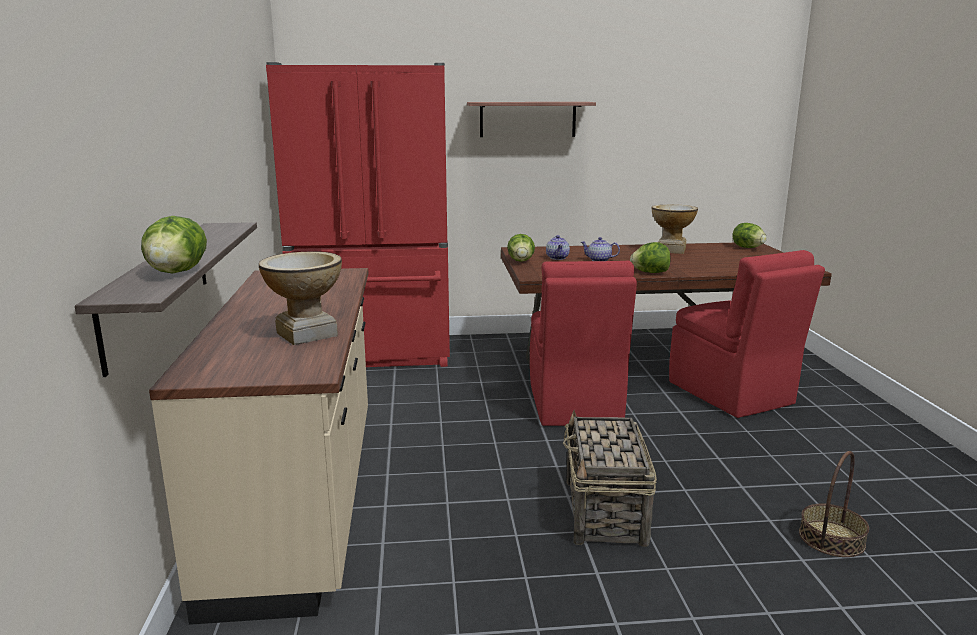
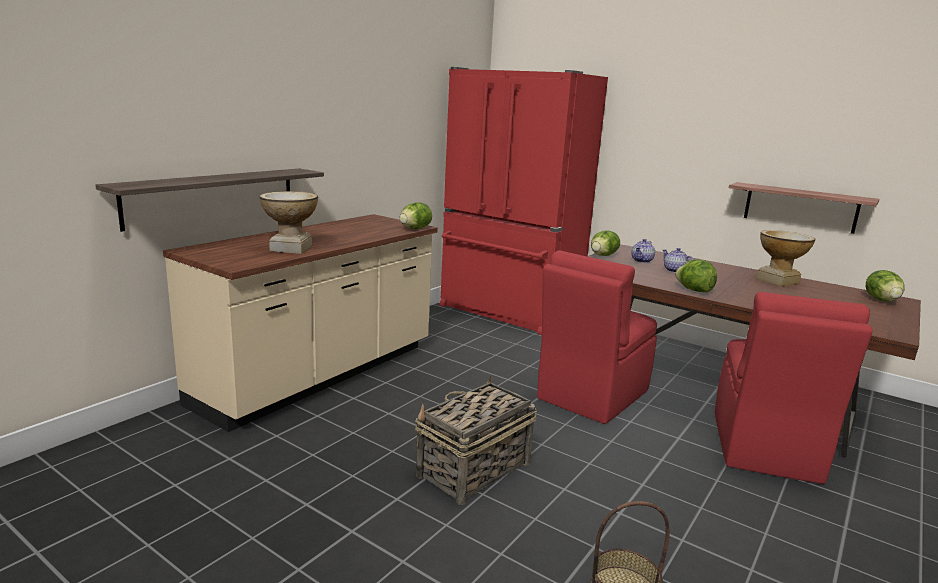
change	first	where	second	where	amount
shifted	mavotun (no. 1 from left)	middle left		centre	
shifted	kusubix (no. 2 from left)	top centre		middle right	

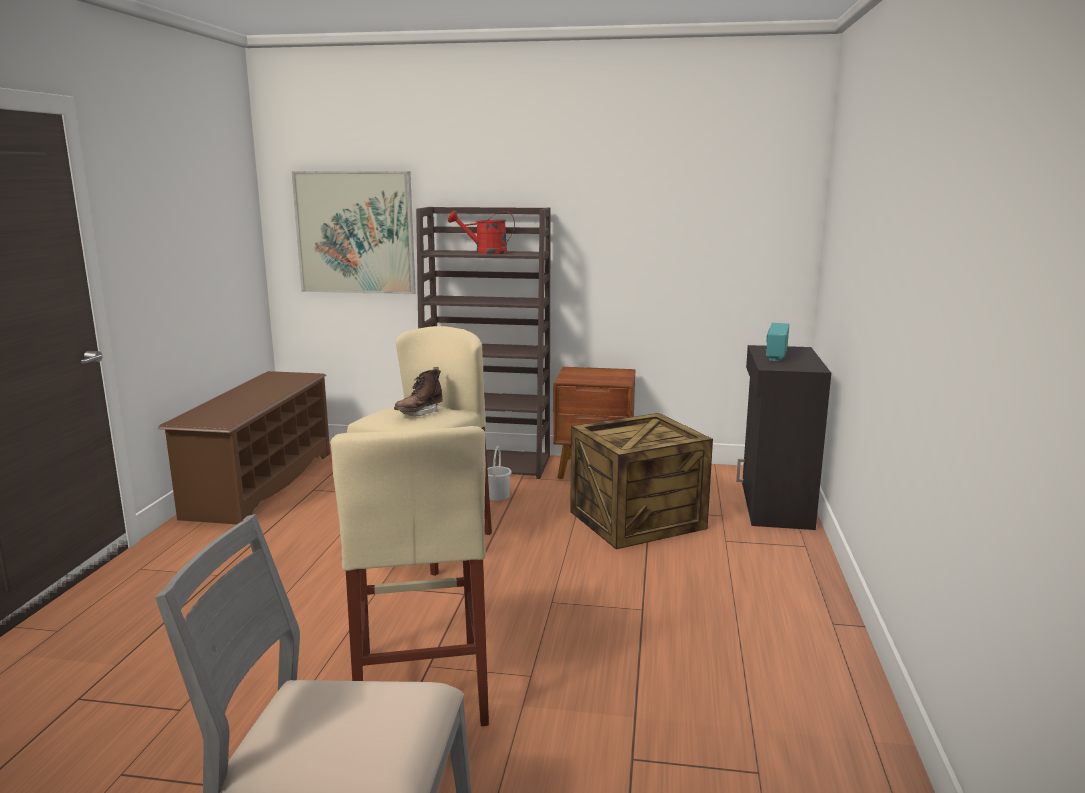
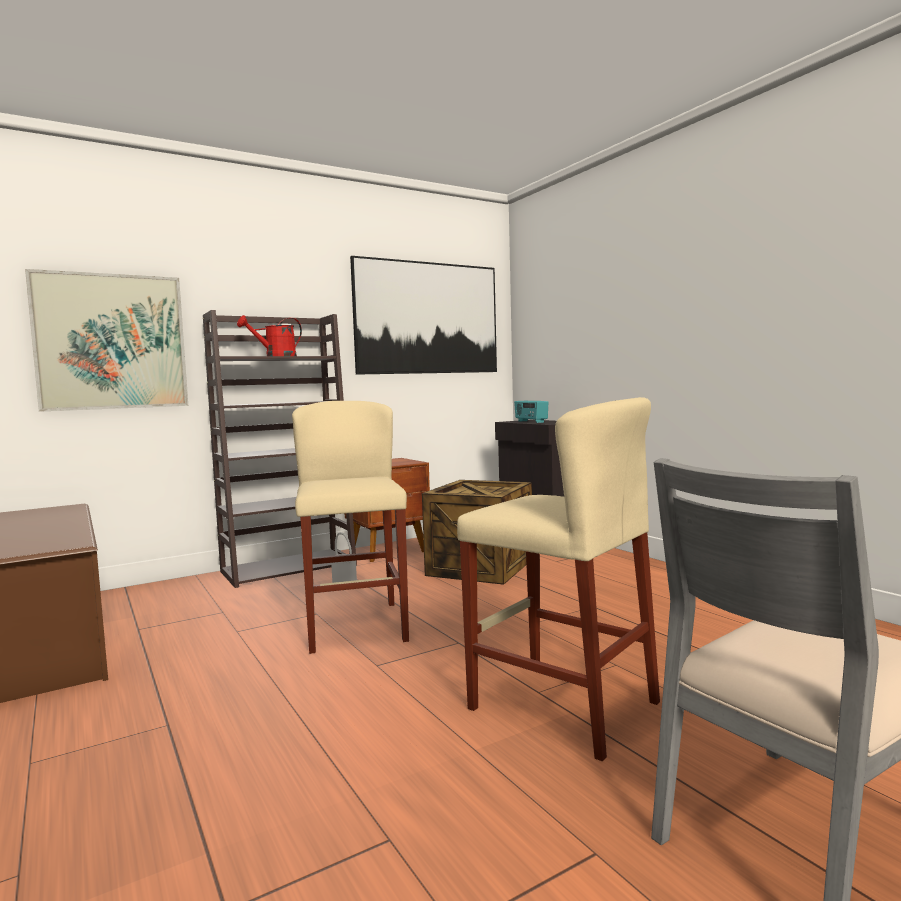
change	first	where	second	where	amount
new			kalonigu (no. 2 from left)	centre	
gone	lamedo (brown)	centre			

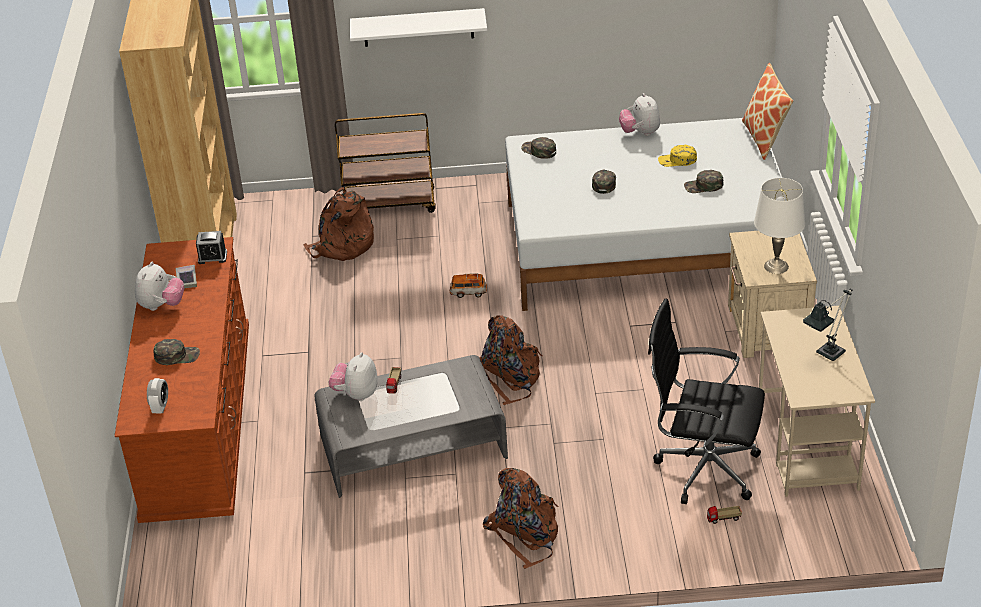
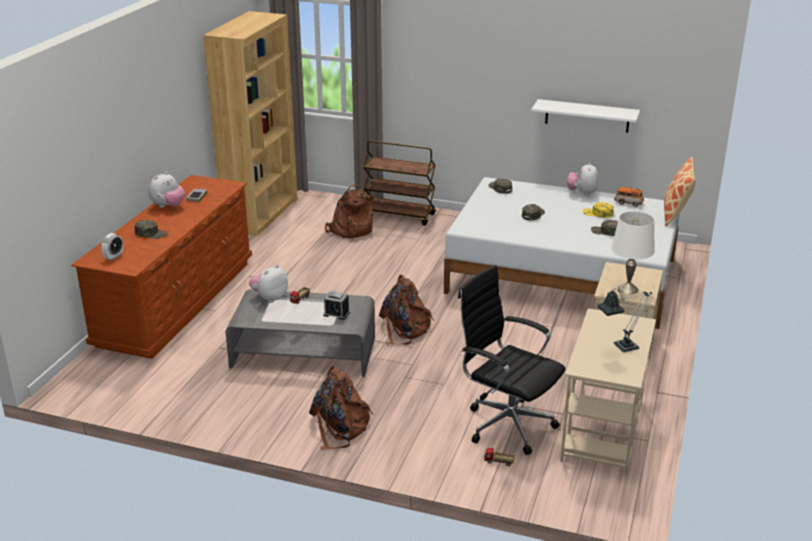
change	first	where	second	where	amount
shifted	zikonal (no. 2 from left)	middle left		centre	
shifted	kusubix (white)	top centre		top right	
shifted	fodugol	centre		middle right	

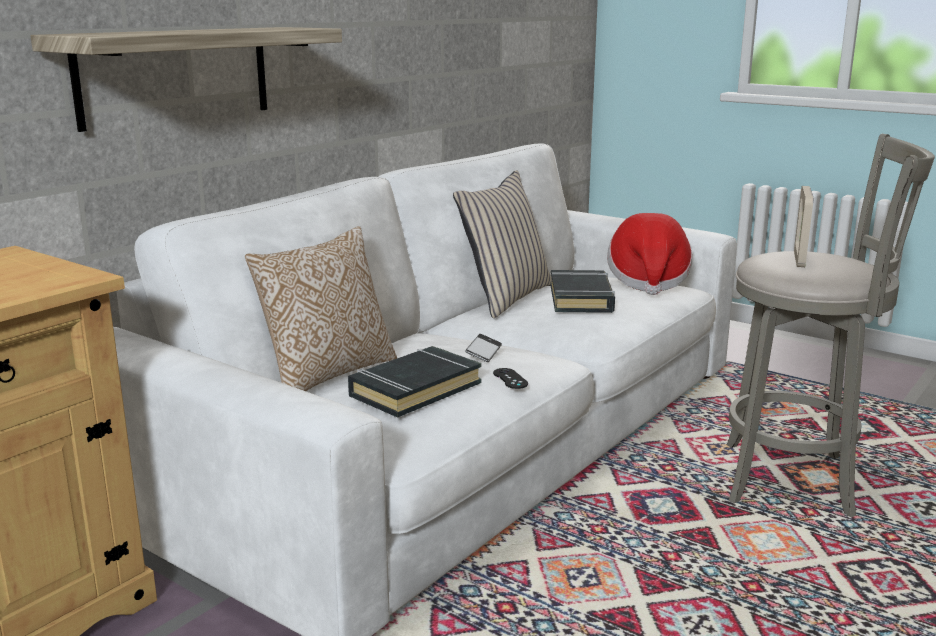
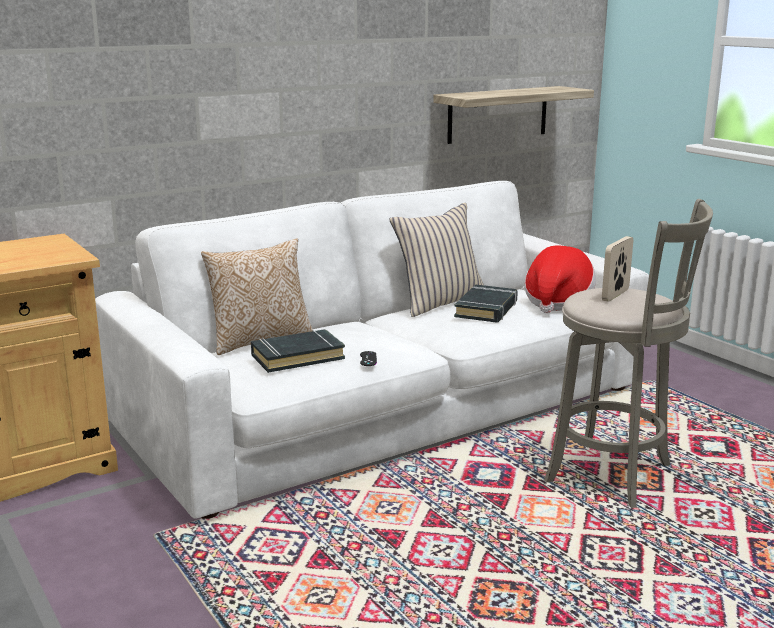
change	first	where	second	where	amount
shifted	kusubix	top left		top centre	
gone	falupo	centre			

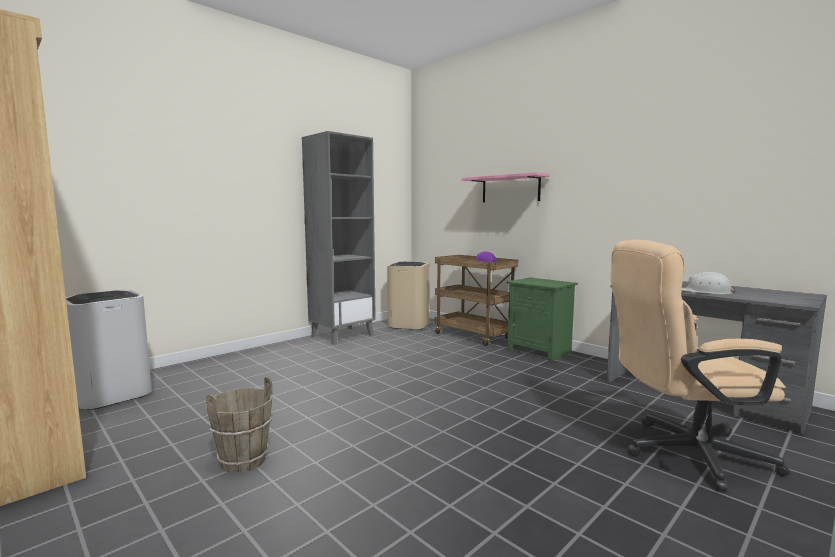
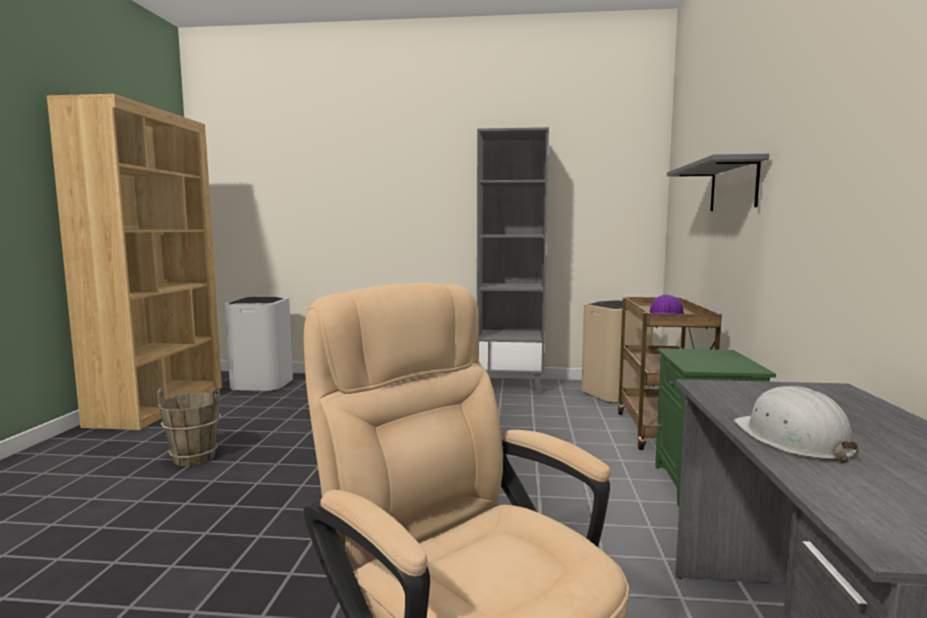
change	first	where	second	where	amount
repainted	kusubix (pink)	centre	kusubix (grey)	top right	

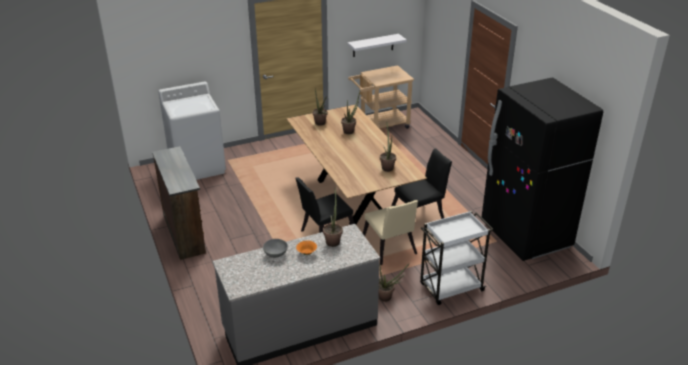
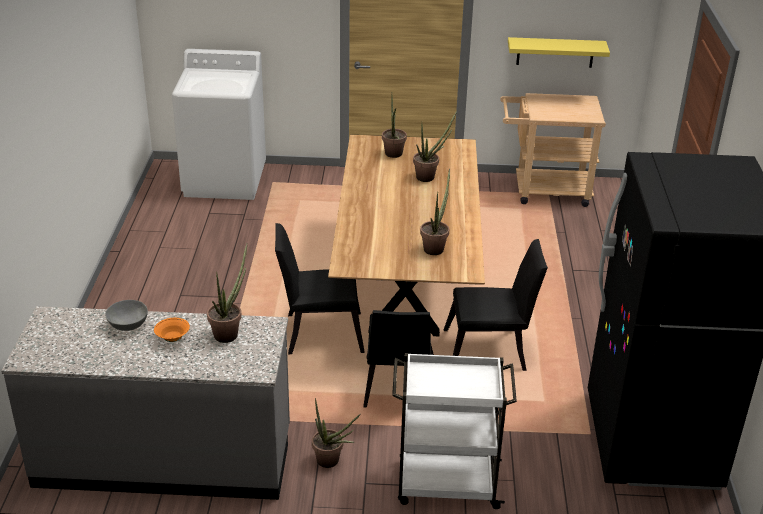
change	first	where	second	where	amount
repainted	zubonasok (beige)	centre	zubonasok (black) (no. 2 from left)	bottom centre	
repainted	kusubix (white)	top centre	kusubix (yellow)	top right	
gone	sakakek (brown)	middle left			

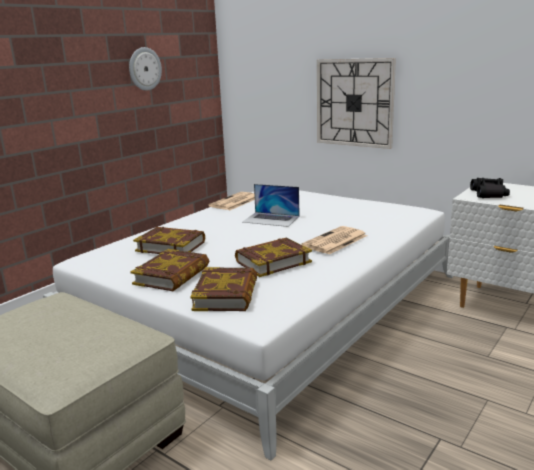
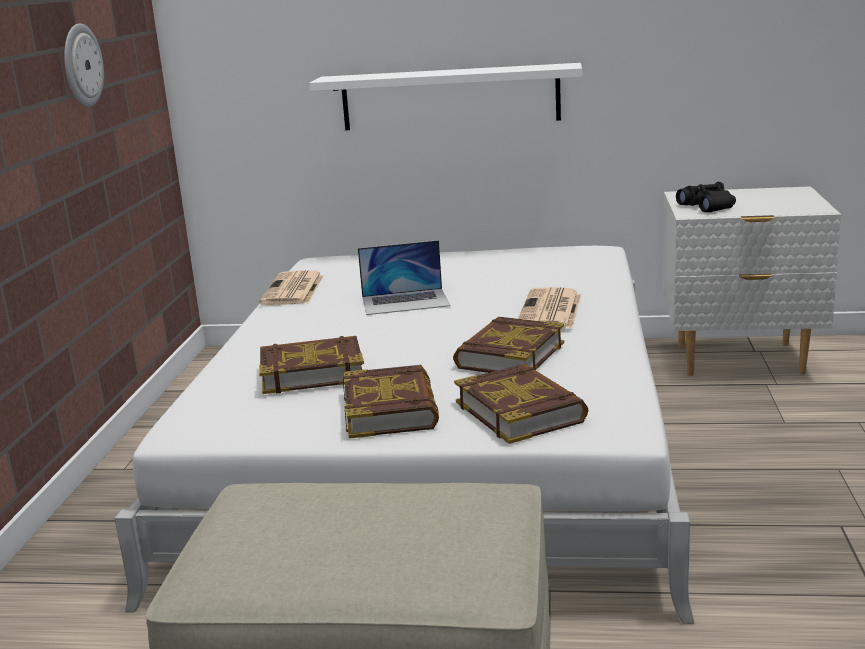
change	first	where	second	where	amount
swapped	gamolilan (no. 2 from left)	top right	kusubix (white)	top centre	

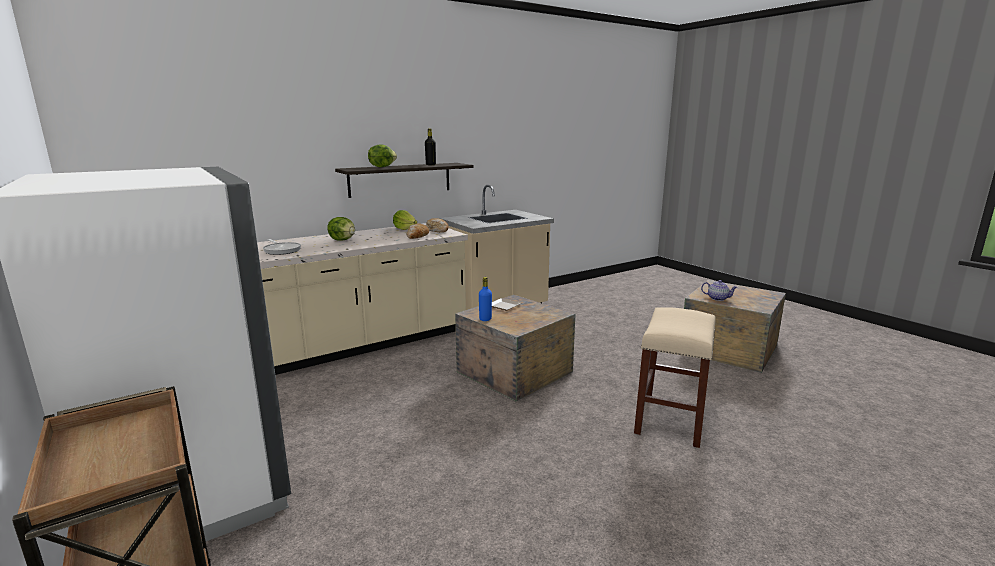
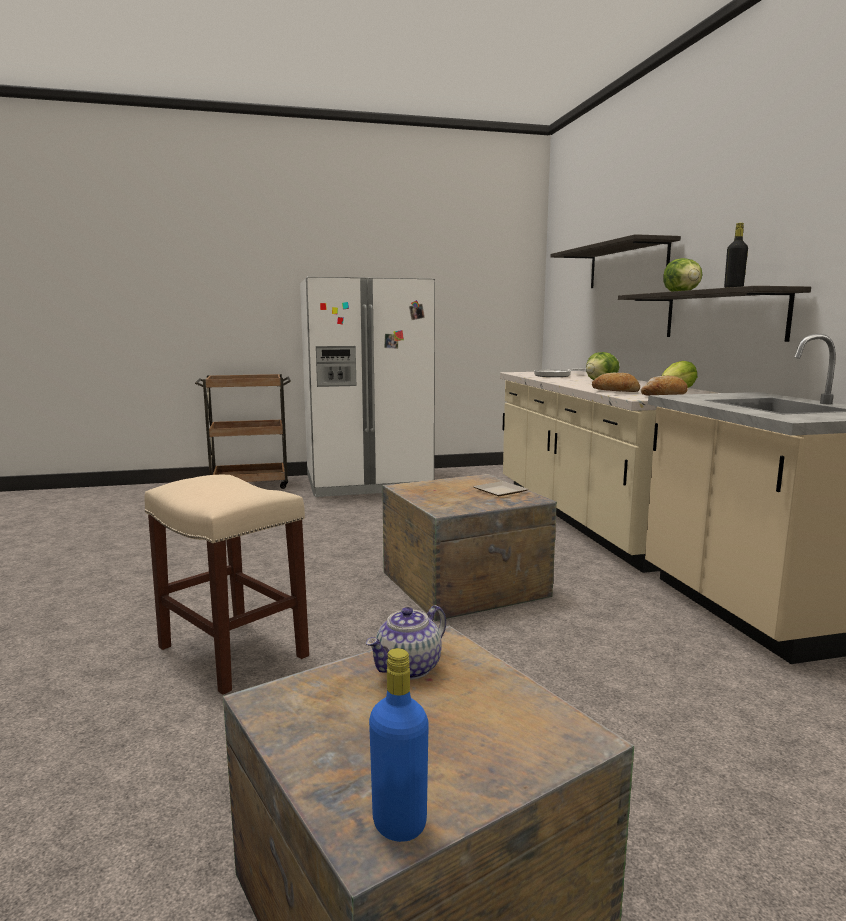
change	first	where	second	where	amount
shifted	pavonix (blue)	centre		bottom centre	
new			kusubix (no. 1 from left)	top right	

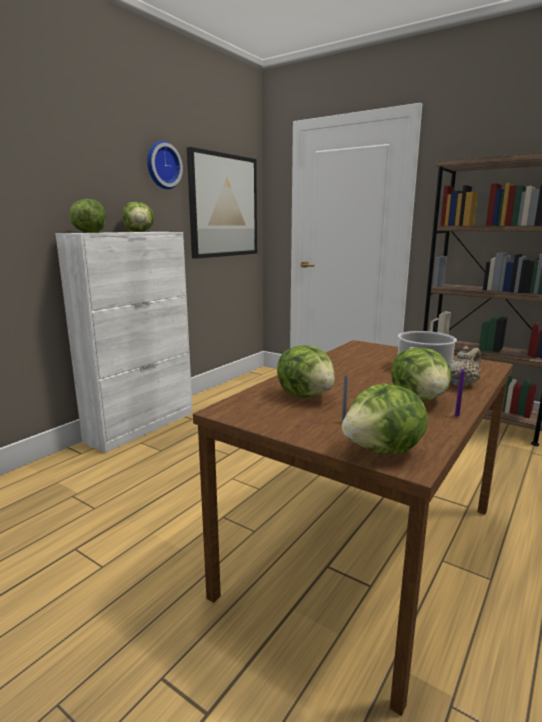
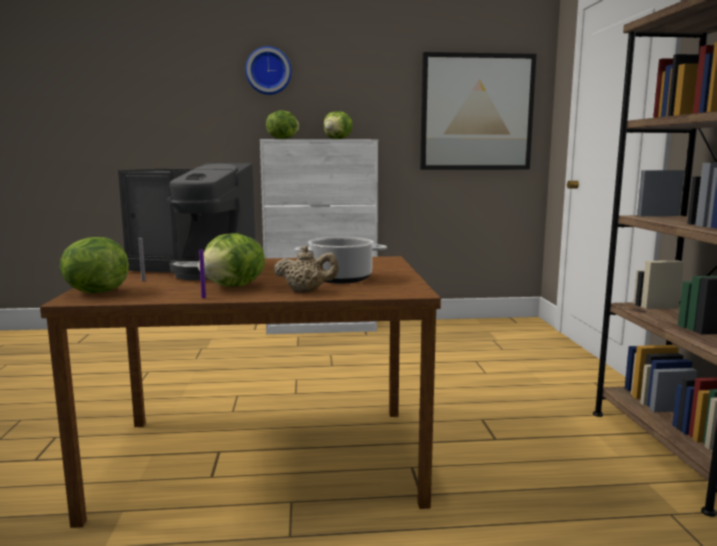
change	first	where	second	where	amount
swapped	mavotun (no. 3 from left)	centre	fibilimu	middle left	
shifted	gamolilan	top left		top centre	

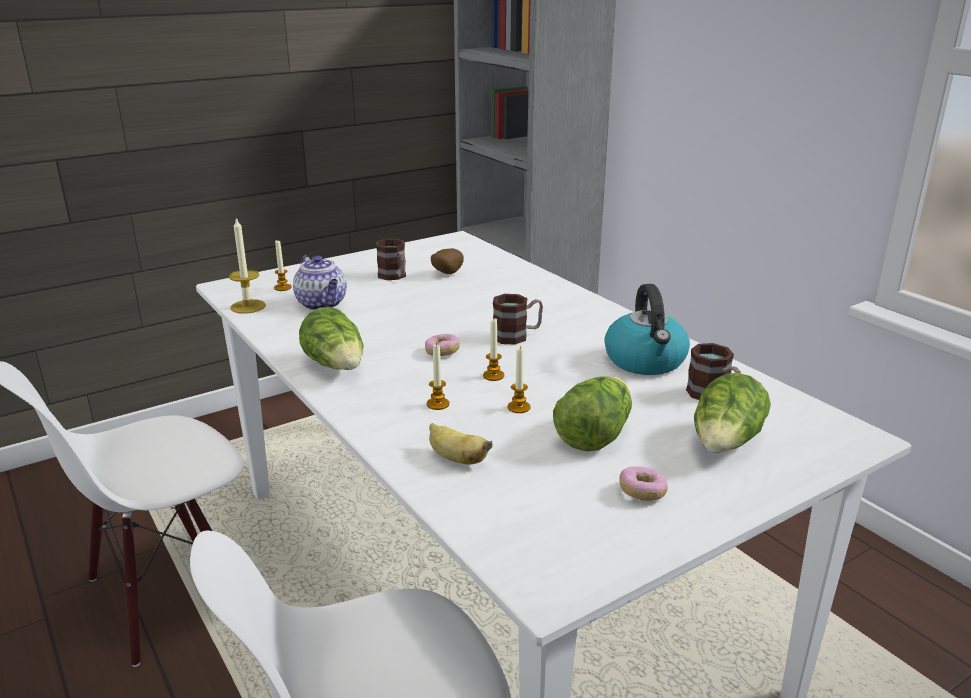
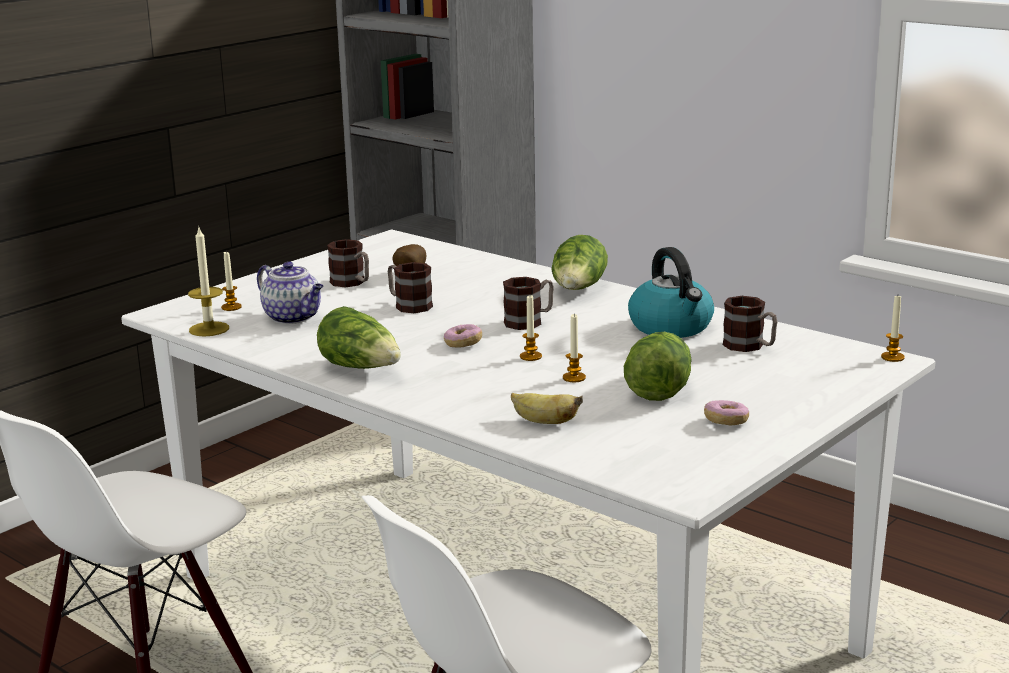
change	first	where	second	where	amount
new			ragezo (no. 2 from left)	centre	
shifted	mavotun (no. 3 from left in the first image)	middle right	mavotun (no. 2 from left)	centre	
shifted	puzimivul (no. 3 from left in the first image)	centre	puzimivul (no. 5 from left)	middle right	

